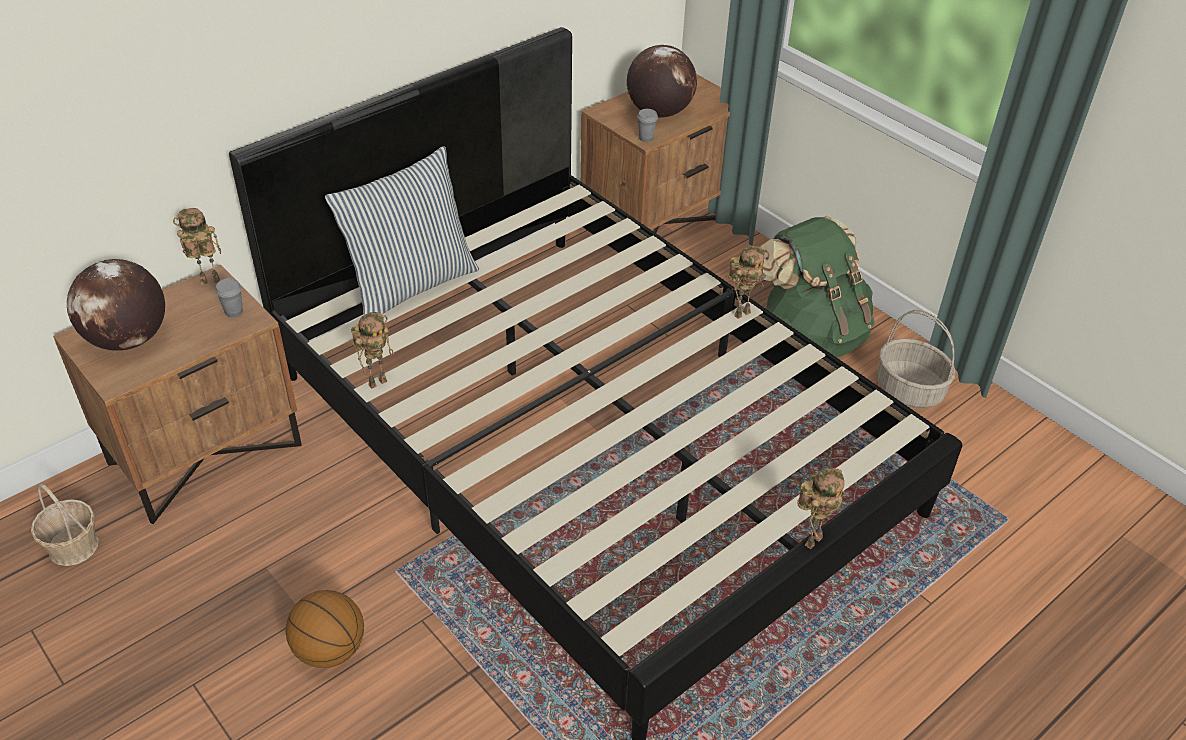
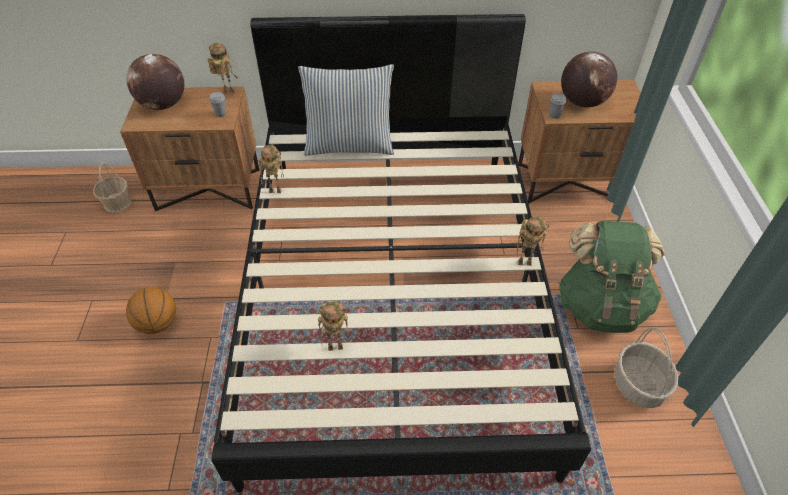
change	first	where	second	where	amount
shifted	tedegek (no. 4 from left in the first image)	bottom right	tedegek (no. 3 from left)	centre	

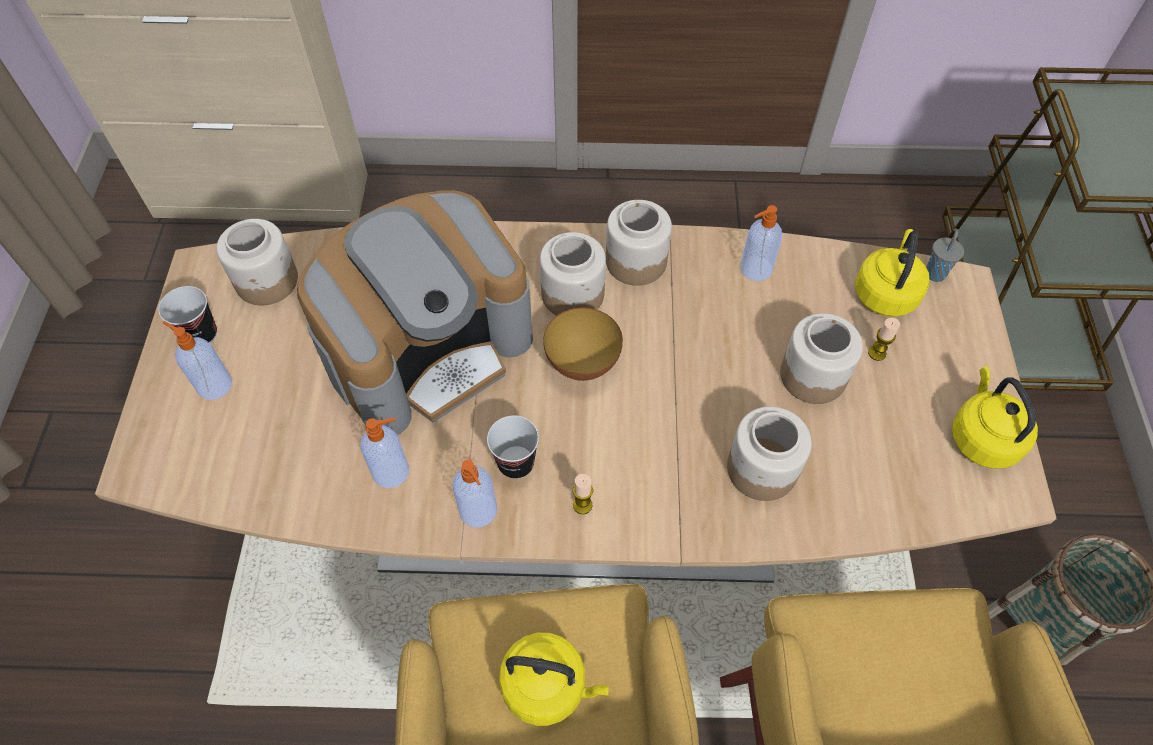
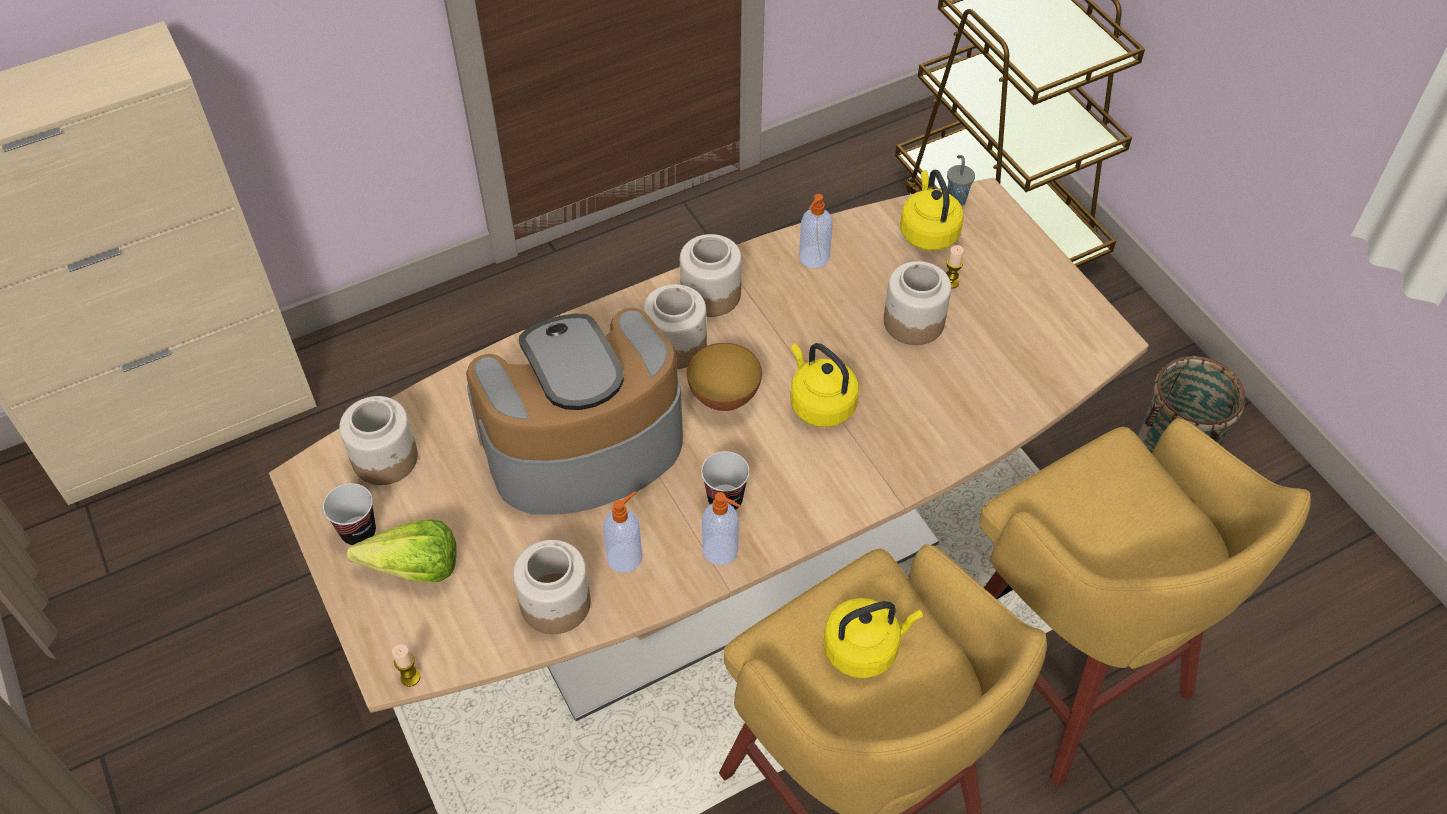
change	first	where	second	where	amount
swapped	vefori (no. 1 from left)	middle left	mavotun	bottom left	
shifted	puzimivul (no. 1 from left)	centre		bottom left	
rotated	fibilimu	centre		centre	135 degrees counterclockwise
shifted	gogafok (no. 4 from left in the first image)	middle right	gogafok (no. 2 from left)	bottom centre	
shifted	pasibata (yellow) (no. 3 from left in the first image)	middle right	pasibata (yellow) (no. 1 from left)	centre	

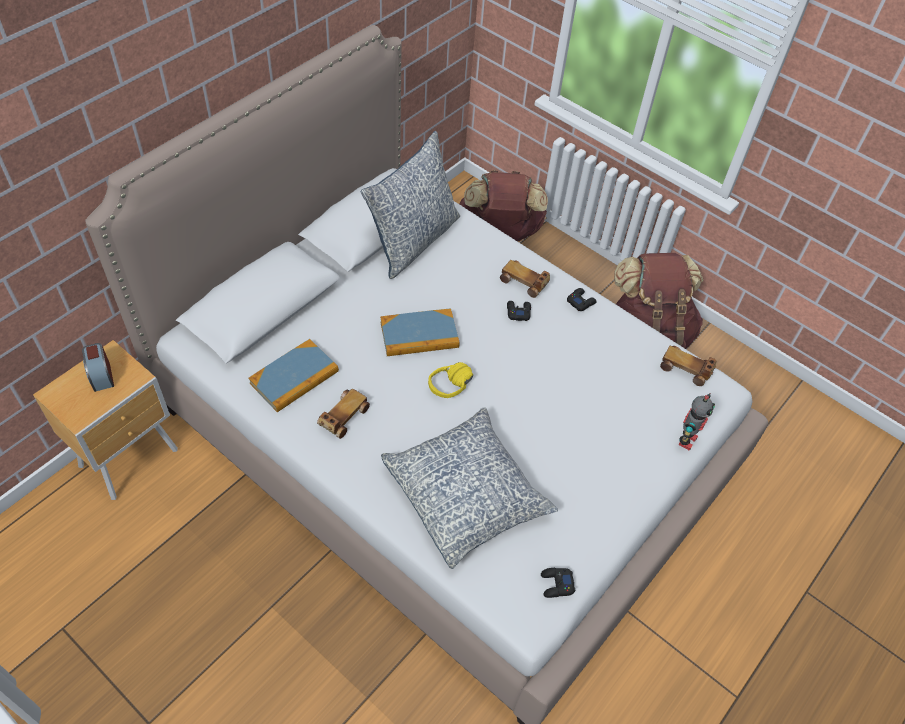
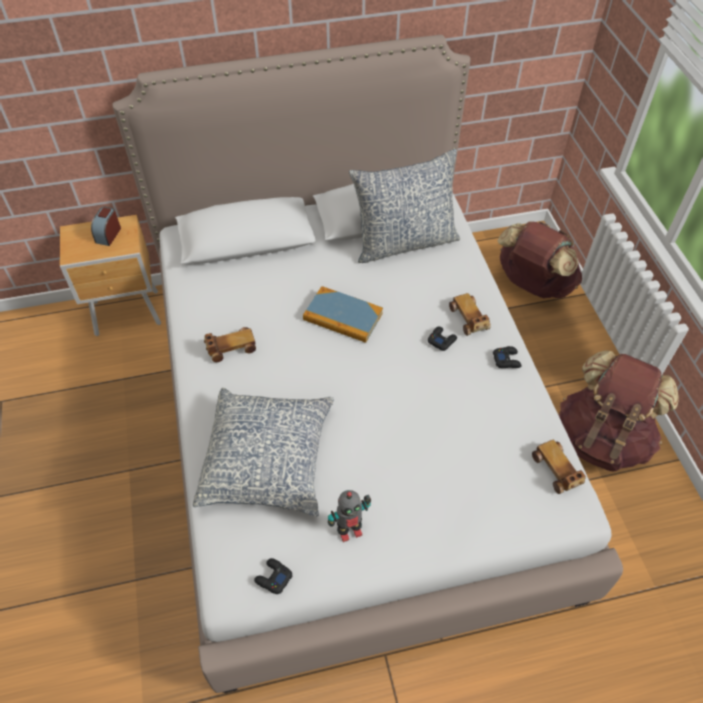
change	first	where	second	where	amount
shifted	tedegek	middle right		bottom centre	
gone	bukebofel (no. 1 from left)	middle left			
gone	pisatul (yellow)	centre			

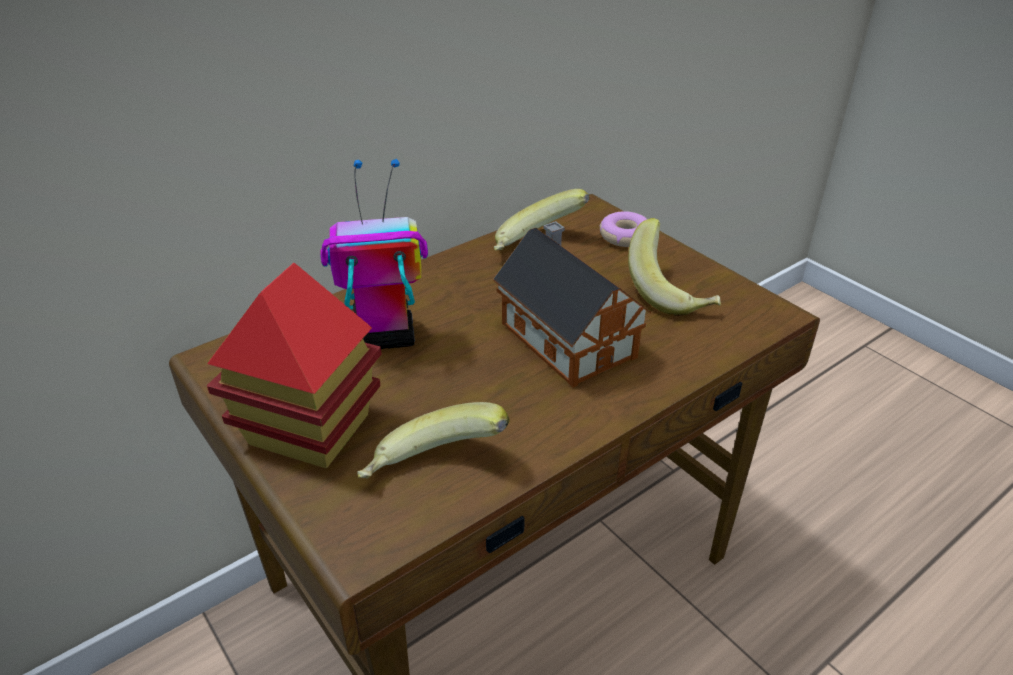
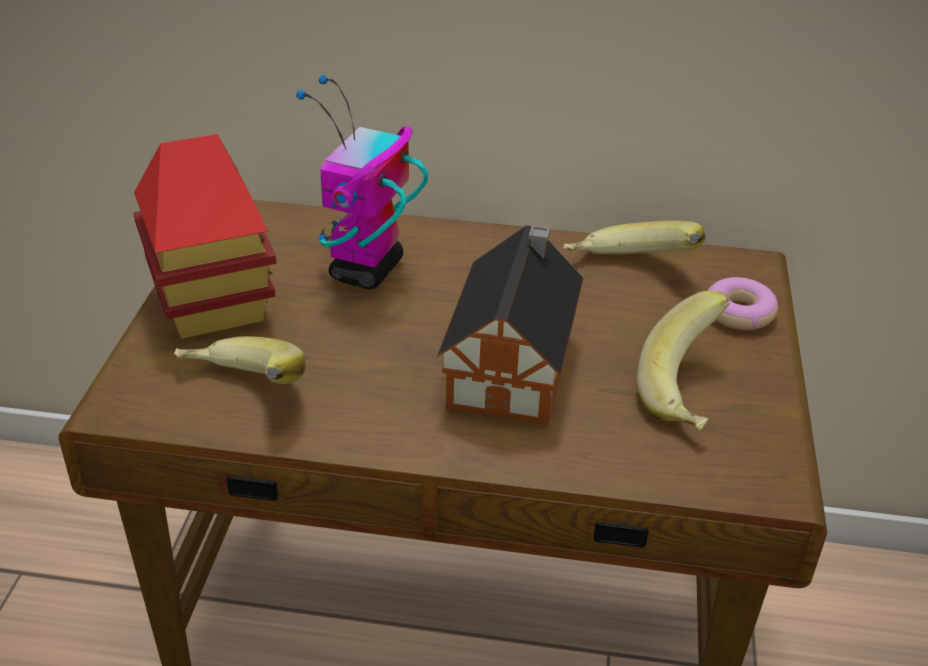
change	first	where	second	where	amount
rotated	tedegek	centre		top centre	105 degrees counterclockwise

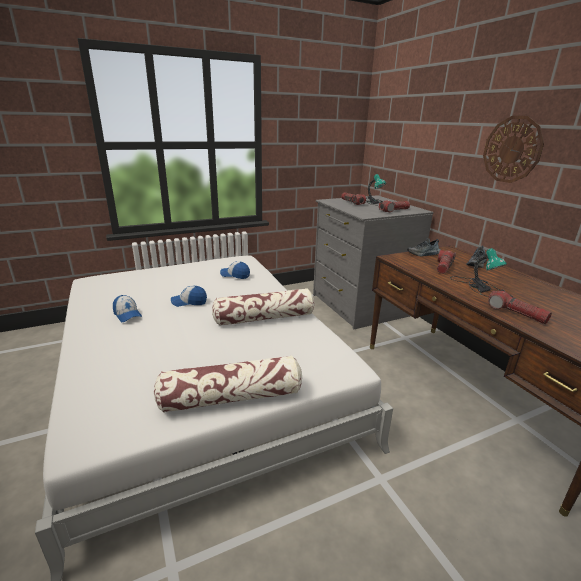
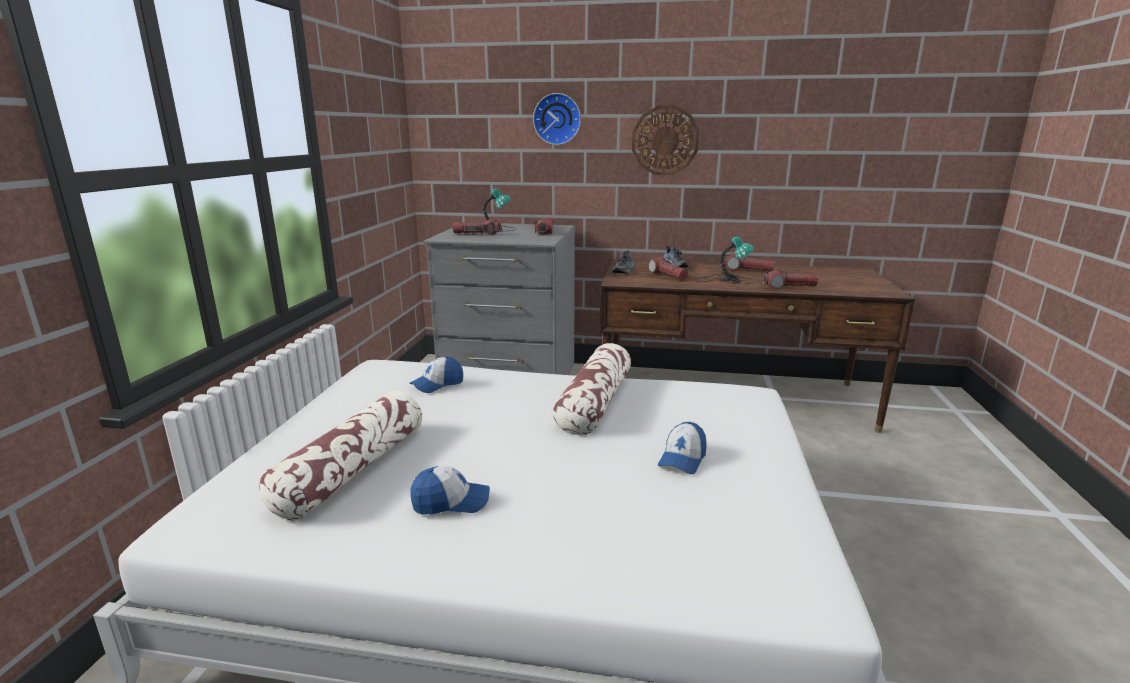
change	first	where	second	where	amount
shifted	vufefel (no. 1 from left)	centre		bottom left	
new			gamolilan (no. 1 from left)	top centre	
shifted	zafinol (no. 2 from left in the first image)	middle left	zafinol (no. 3 from left)	centre	
new			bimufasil (no. 4 from left)	centre	

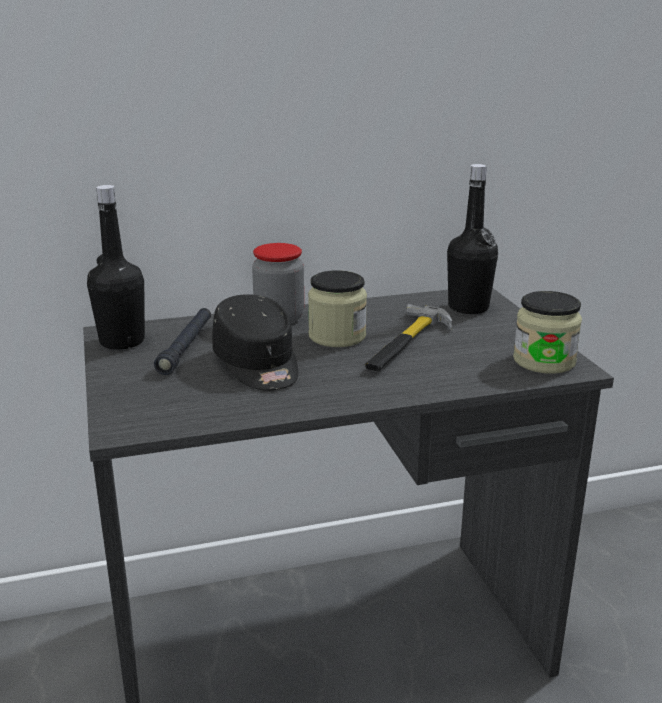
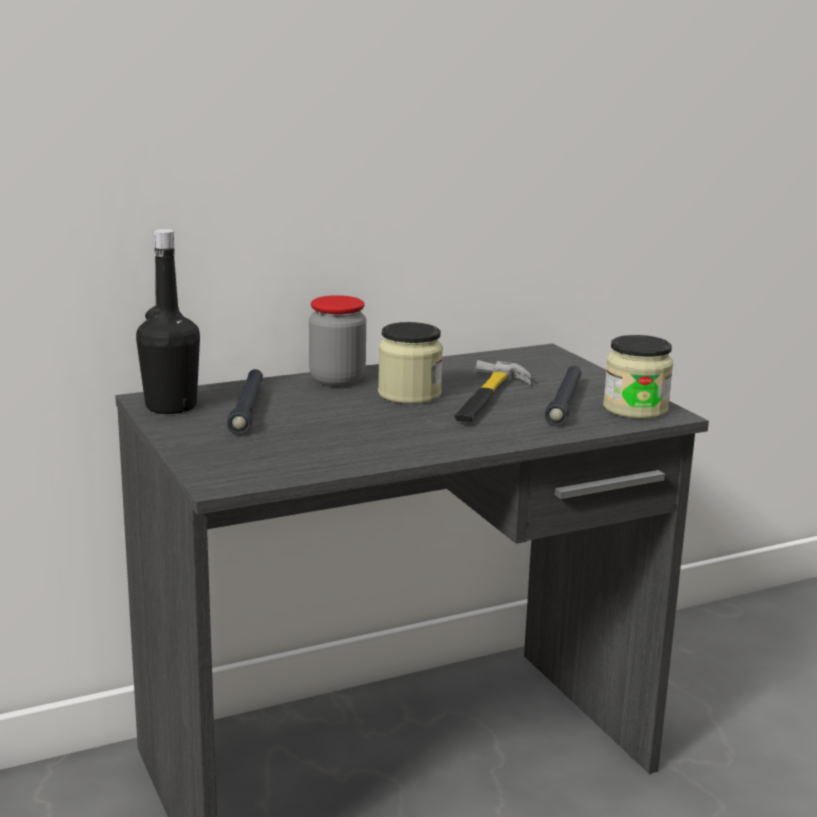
change	first	where	second	where	amount
new			bimufasil (black) (no. 2 from left)	middle right	
gone	zafinol (black)	centre			
gone	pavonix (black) (no. 2 from left)	middle right			

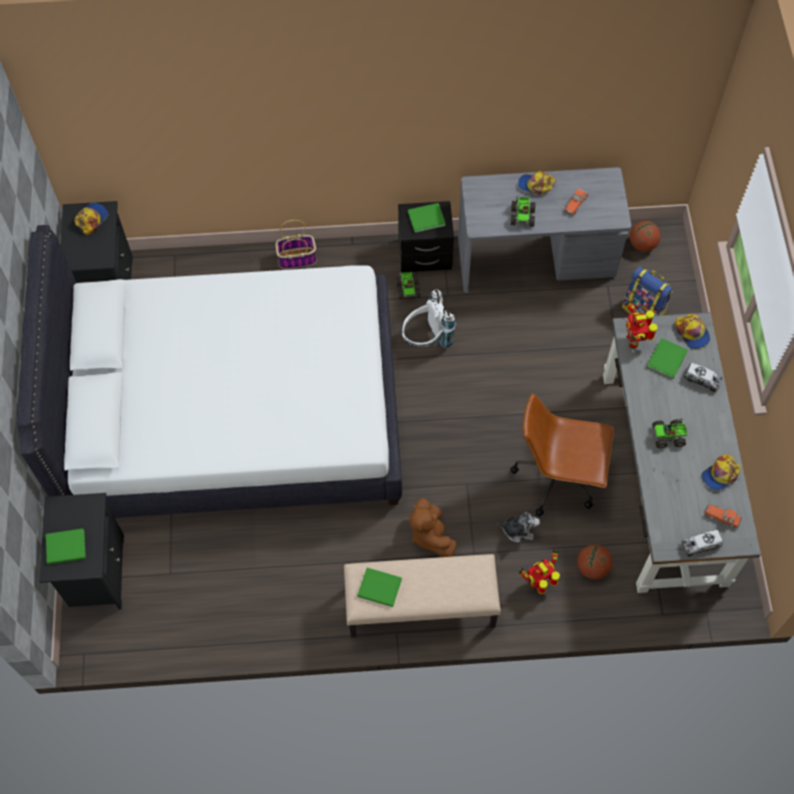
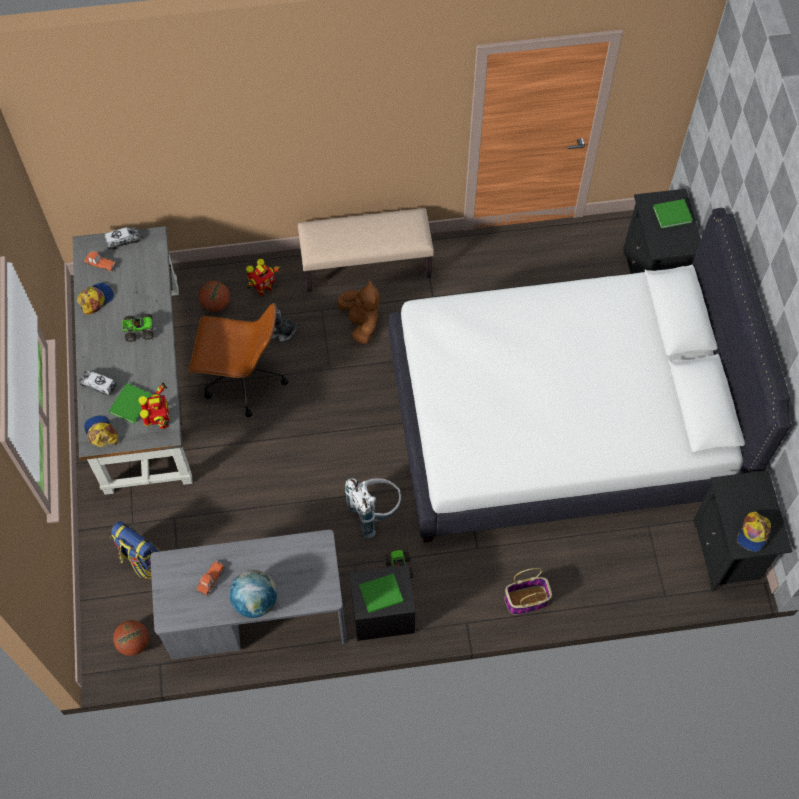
change	first	where	second	where	amount
swapped	zafinol (no. 2 from left)	top right	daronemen	bottom left	
gone	bukebofel (green) (no. 2 from left)	bottom centre			
gone	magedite (no. 2 from left)	top centre			

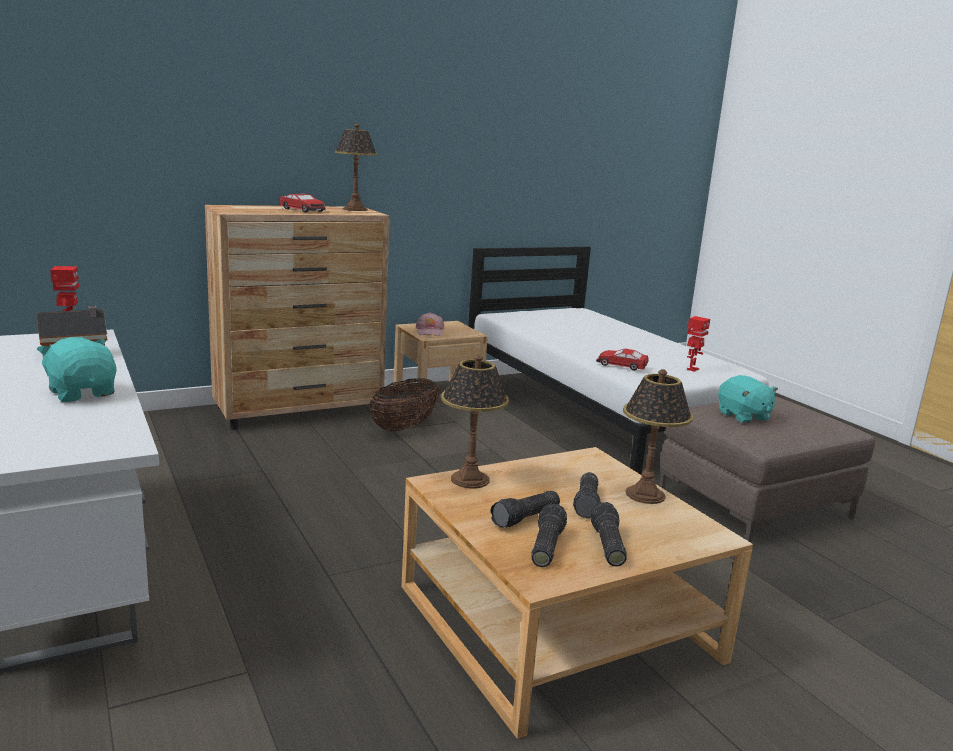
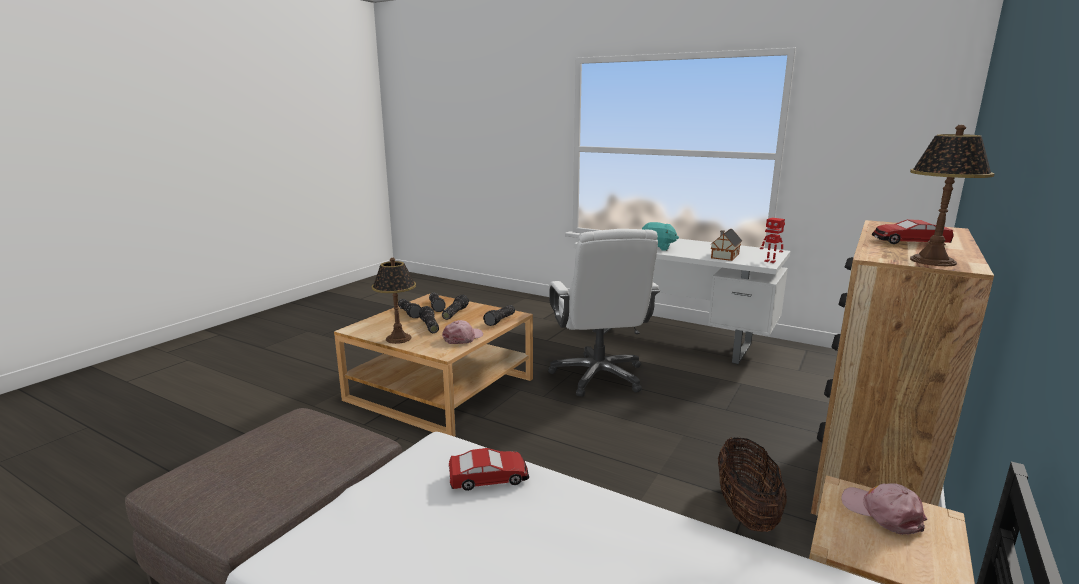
change	first	where	second	where	amount
new			zafinol (pink) (no. 1 from left)	centre	
swapped	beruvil (no. 2 from left)	centre	bimufasil (no. 5 from left)	centre	
new			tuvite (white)	centre	
gone	tedegek (no. 2 from left)	middle right			
gone	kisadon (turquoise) (no. 2 from left)	middle right			

